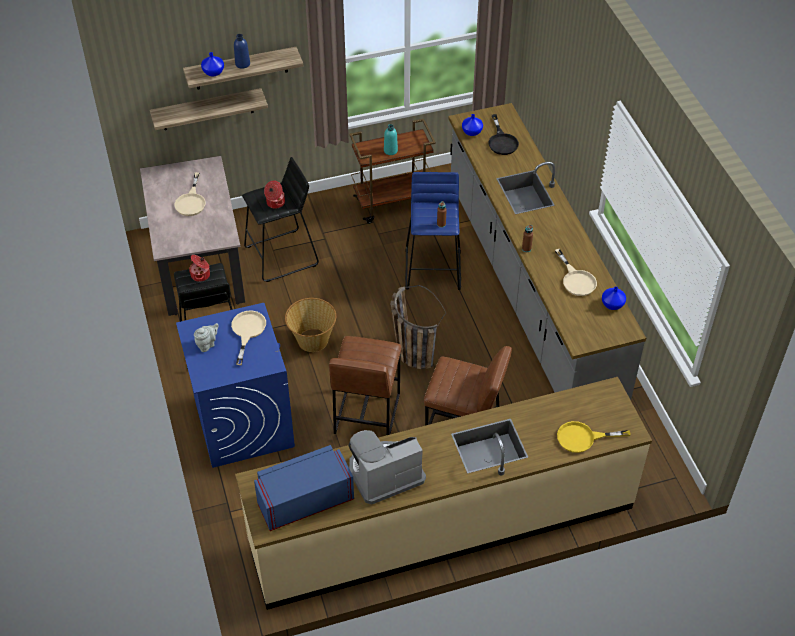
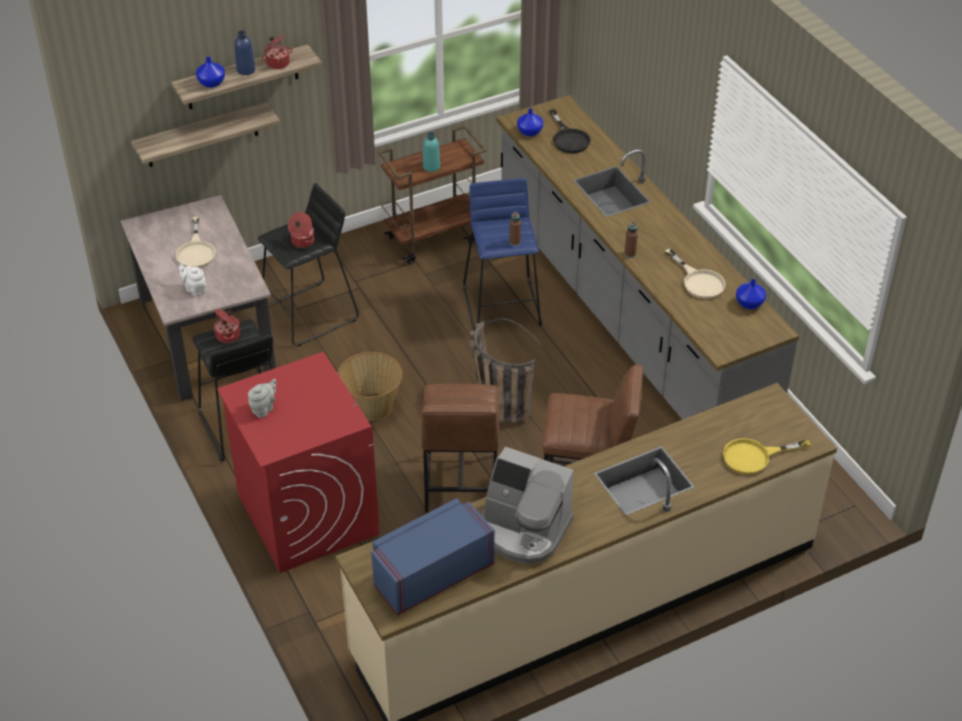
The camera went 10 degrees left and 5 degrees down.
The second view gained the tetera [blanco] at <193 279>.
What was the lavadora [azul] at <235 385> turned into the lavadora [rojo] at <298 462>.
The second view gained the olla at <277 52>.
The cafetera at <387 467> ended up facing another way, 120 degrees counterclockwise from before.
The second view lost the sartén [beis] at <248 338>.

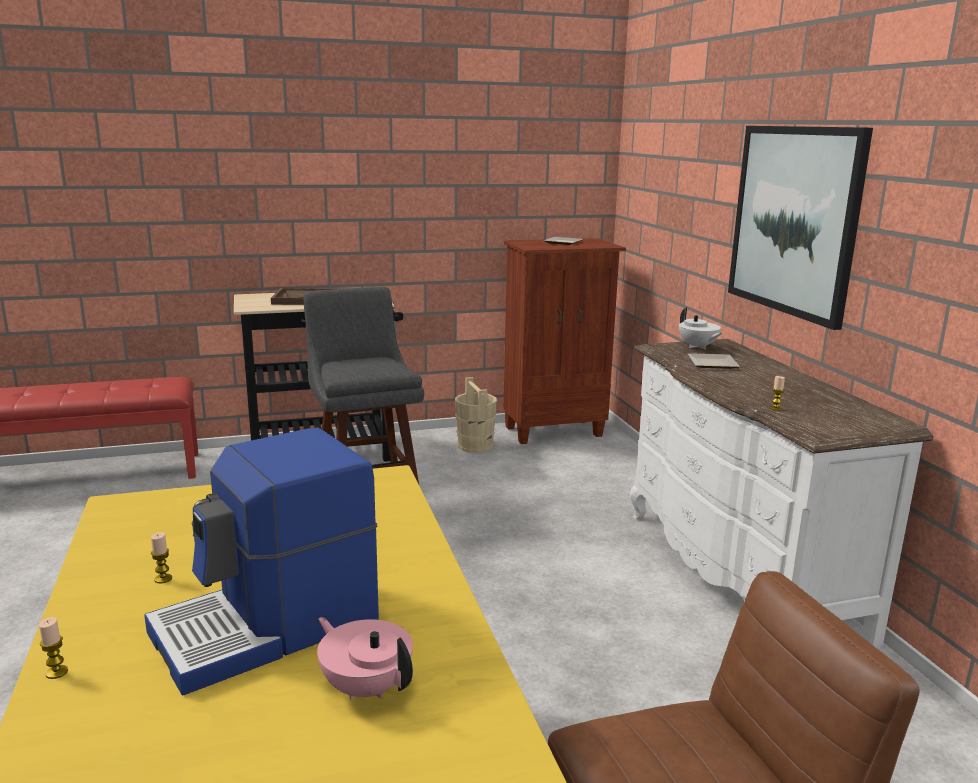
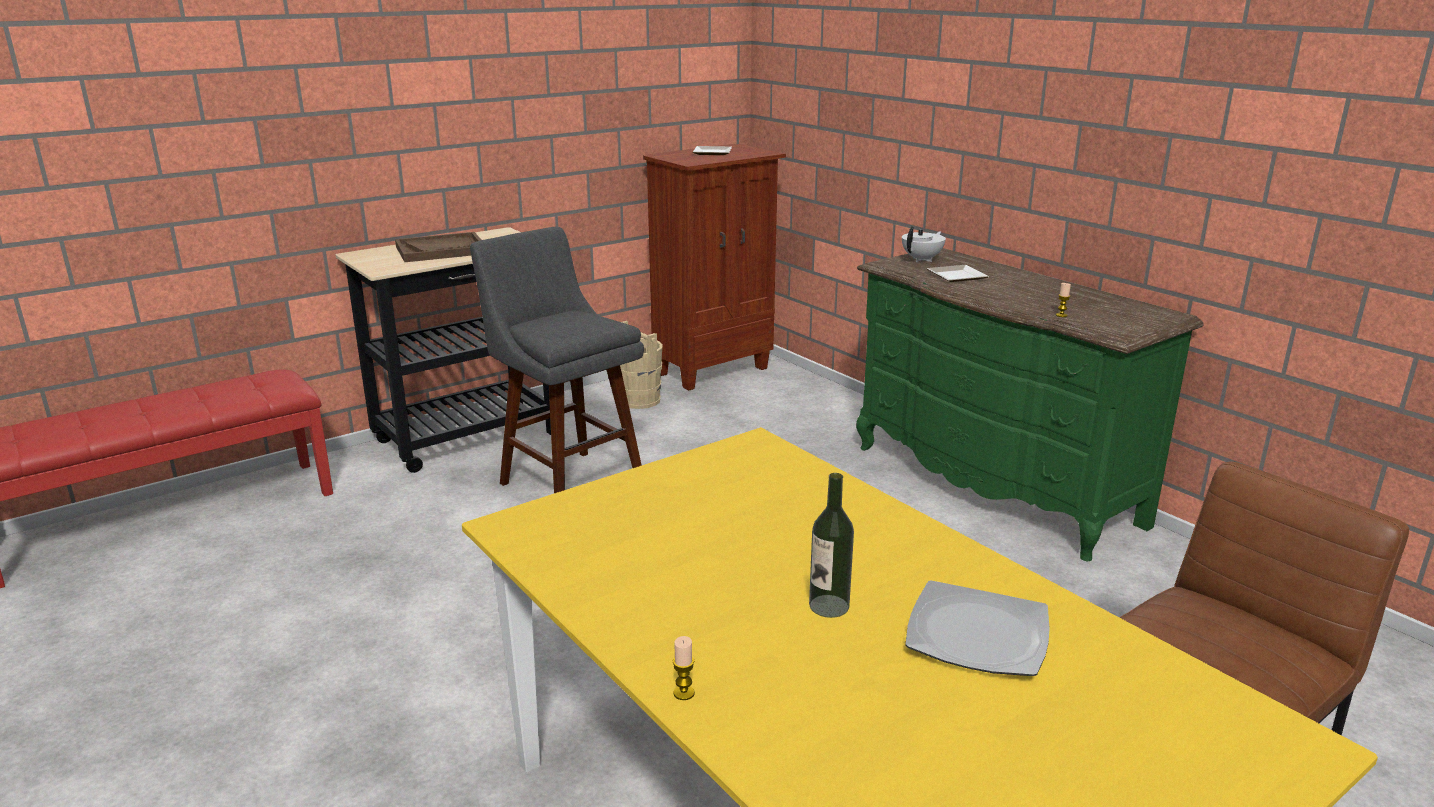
The camera went 20 degrees left and 5 degrees up.
Where the cafetera stood at <261 562>, the botella came to stand at <831 545>.
What was the cómoda [blanco] at <781 494> turned into the cómoda [verde] at <1030 405>.
The tetera [blanco] at <701 328> ended up facing another way, 90 degrees counterclockwise from before.
Where the tetera [rosa] stood at <365 658>, the plato came to stand at <977 628>.
The second view lost the vela at <161 558>.
The second view lost the cuadro at <800 228>.

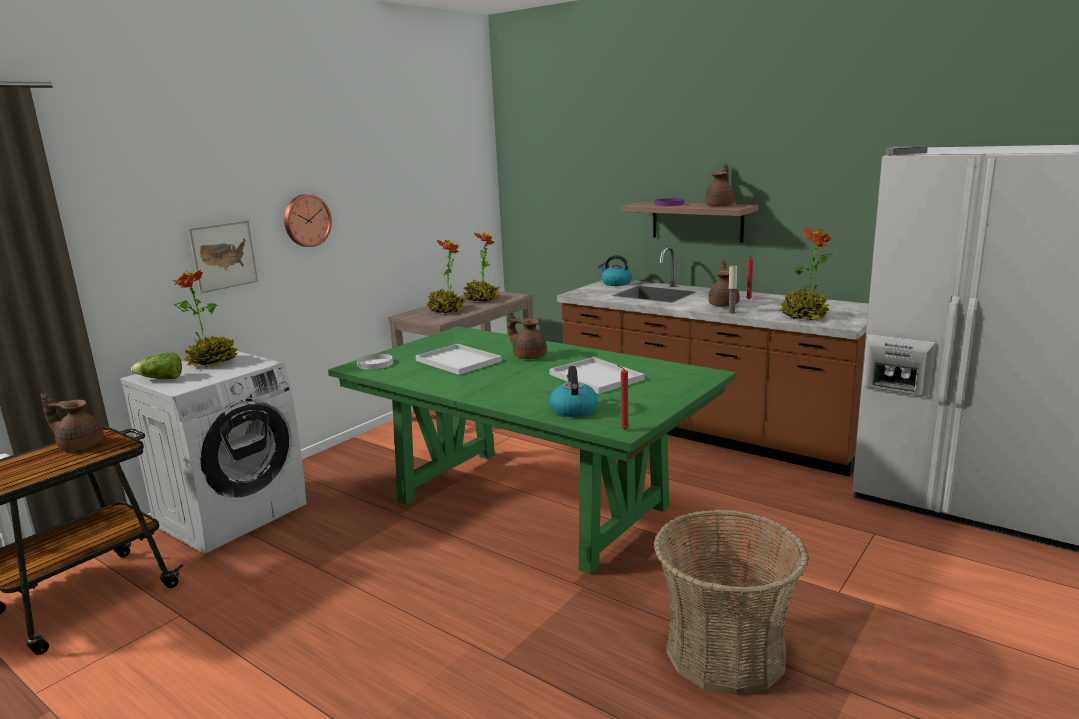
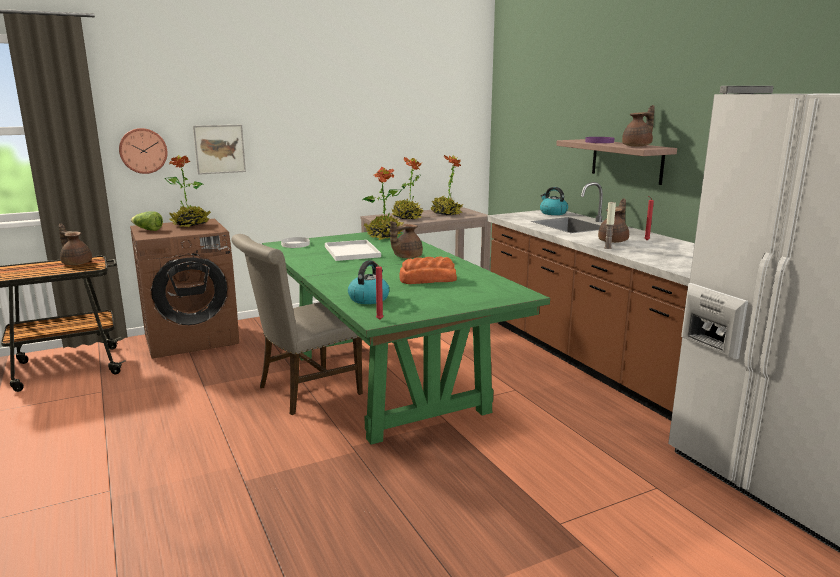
The camera went 25 degrees right and 0 degrees up.
The reloj de pared ended up elsewhere, having gone from <308 220> to <143 151>.
What was the lavadora [blanco] at <213 452> turned into the lavadora [marrón] at <184 289>.
The second view gained the silla [beis] at <297 324>.
The planta en maceta ended up elsewhere, having gone from <806 274> to <383 203>.
The tetera [marrón] at <527 334> ended up facing another way, 105 degrees counterclockwise from before.
Where the bandeja [blanco] stood at <597 375>, the pan came to stand at <428 270>.
The second view lost the cesta at <731 602>.

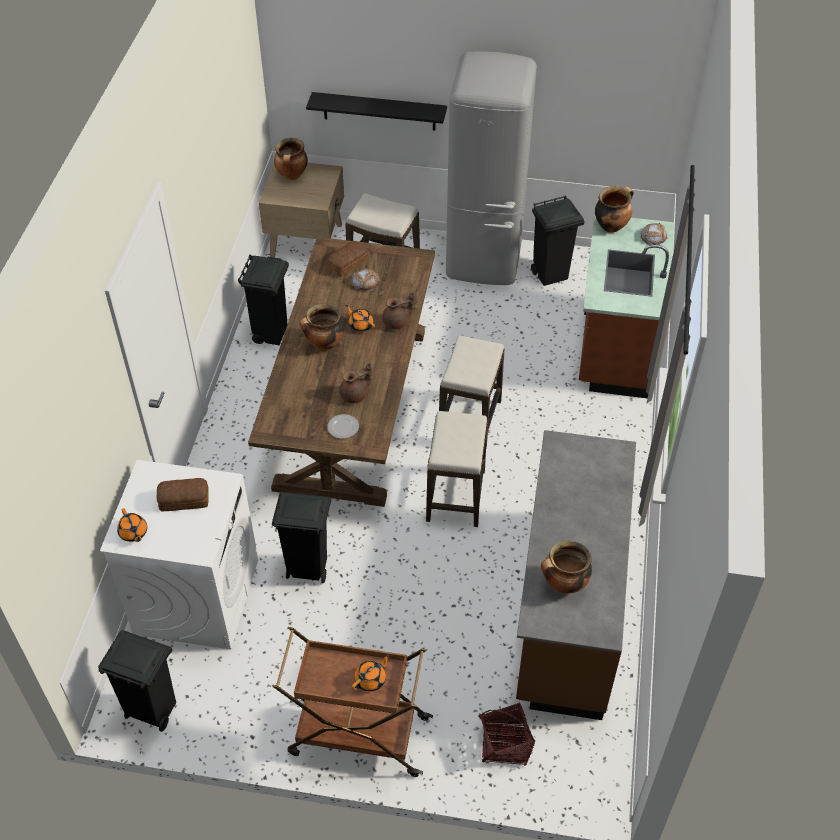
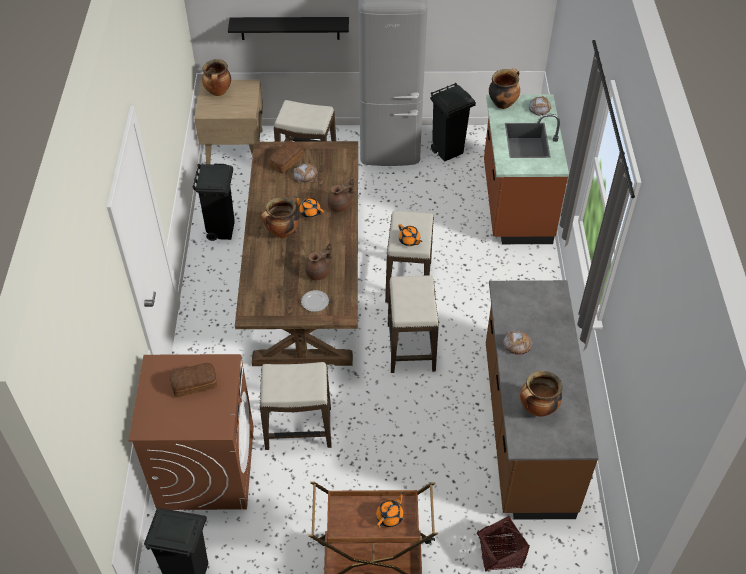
The camera went 10 degrees left and 0 degrees up.
What was the lavadora [blanco] at <179 555> turned into the lavadora [marrón] at <191 432>.
Where the papelera [negro] stood at <301 537>, the taburete came to stand at <296 406>.
The tetera [naranja] ended up elsewhere, having gone from <132 525> to <410 235>.
The second view gained the pan at <517 343>.

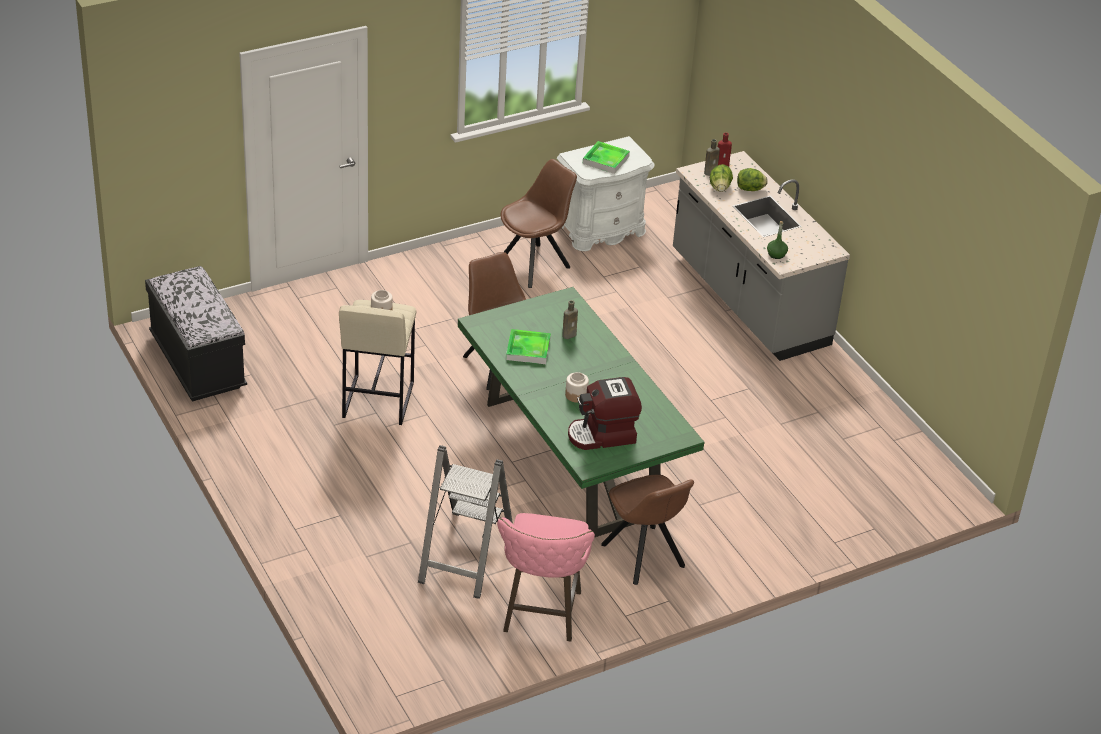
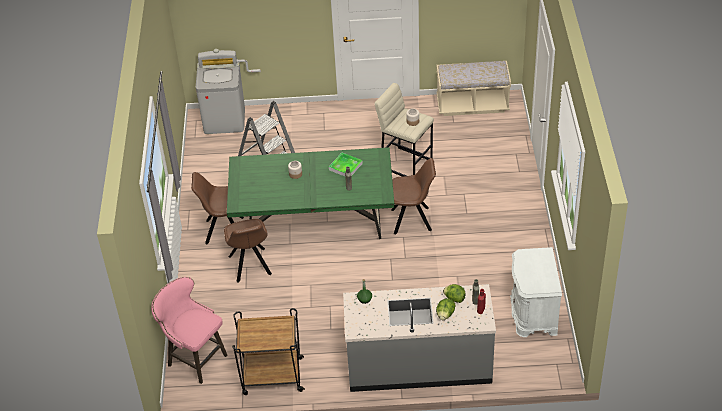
The camera went 120 degrees right and 5 degrees up.
The taburete [rosa] ended up elsewhere, having gone from <546 577> to <189 330>.
The second view gained the lavadora [gris] at <228 91>.
The silla [marrón] ended up elsewhere, having gone from <539 223> to <248 251>.
The second view gained the carrito [marrón] at <268 351>.
What was the banco [negro] at <196 333> turned into the banco [beis] at <474 88>.
The second view lost the cafetera at <605 413>.
The second view lost the bandeja at <606 157>.

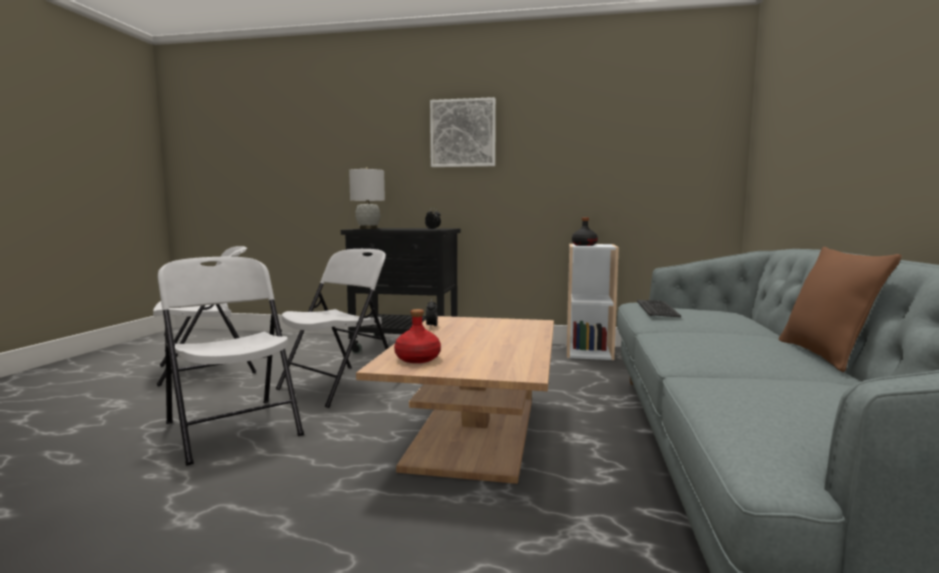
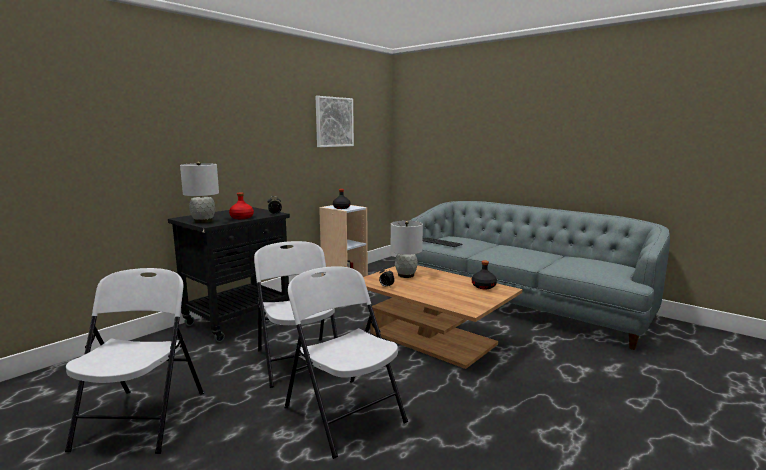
The camera went 60 degrees left and 5 degrees up.
The botella [rojo] ended up elsewhere, having gone from <417 336> to <241 205>.
The silla [blanco] at <231 361> ended up facing another way, 60 degrees clockwise from before.
The cuadro ended up elsewhere, having gone from <463 132> to <335 121>.
The second view gained the lámpara de mesa [blanco] at <407 249>.
The second view gained the botella [negro] at <484 274>.
The second view lost the cojín [marrón] at <840 309>.

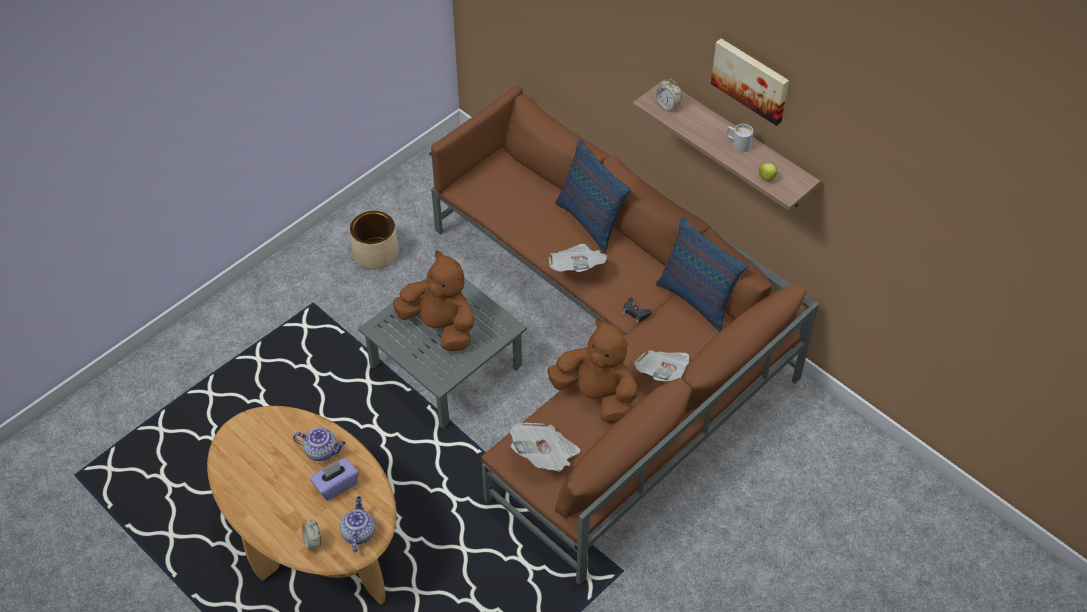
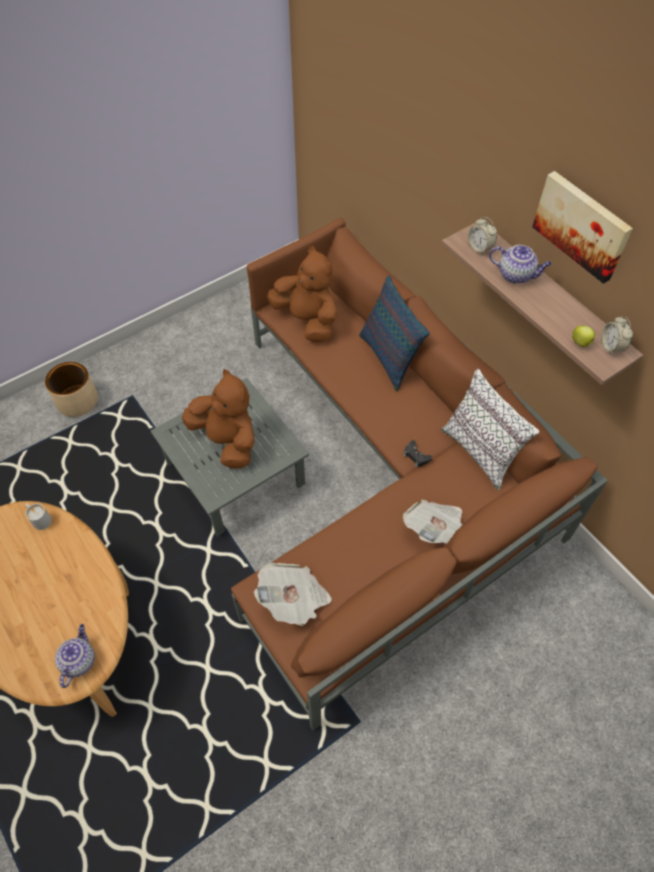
The camera went 10 degrees right and 5 degrees up.
The taza grande [blanco] ended up elsewhere, having gone from <739 138> to <38 516>.
The maceta [beis] ended up elsewhere, having gone from <374 240> to <71 389>.
The peluche [marrón] ended up elsewhere, having gone from <592 370> to <302 294>.
What was the cojín [azul] at <702 274> turned into the cojín [blanco] at <490 429>.
The tetera ended up elsewhere, having gone from <319 444> to <520 264>.
The despertador ended up elsewhere, having gone from <311 536> to <617 335>.
The second view lost the caja de pañuelos [morado] at <334 479>.
The second view lost the periódico at <578 258>.

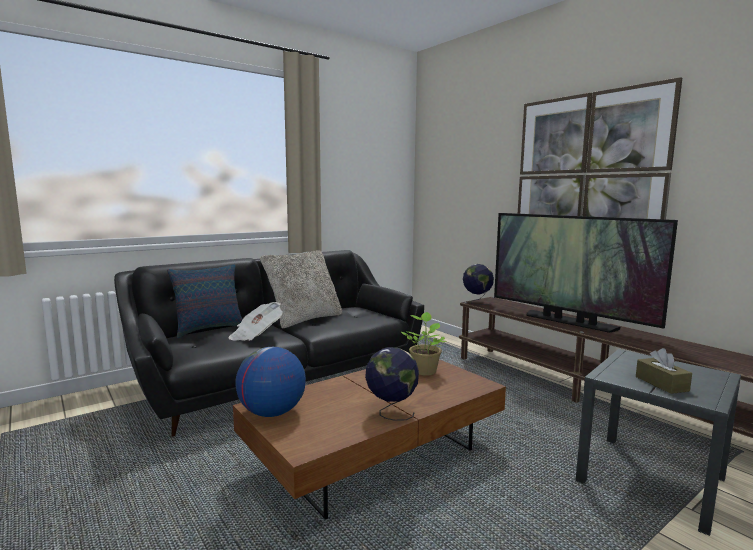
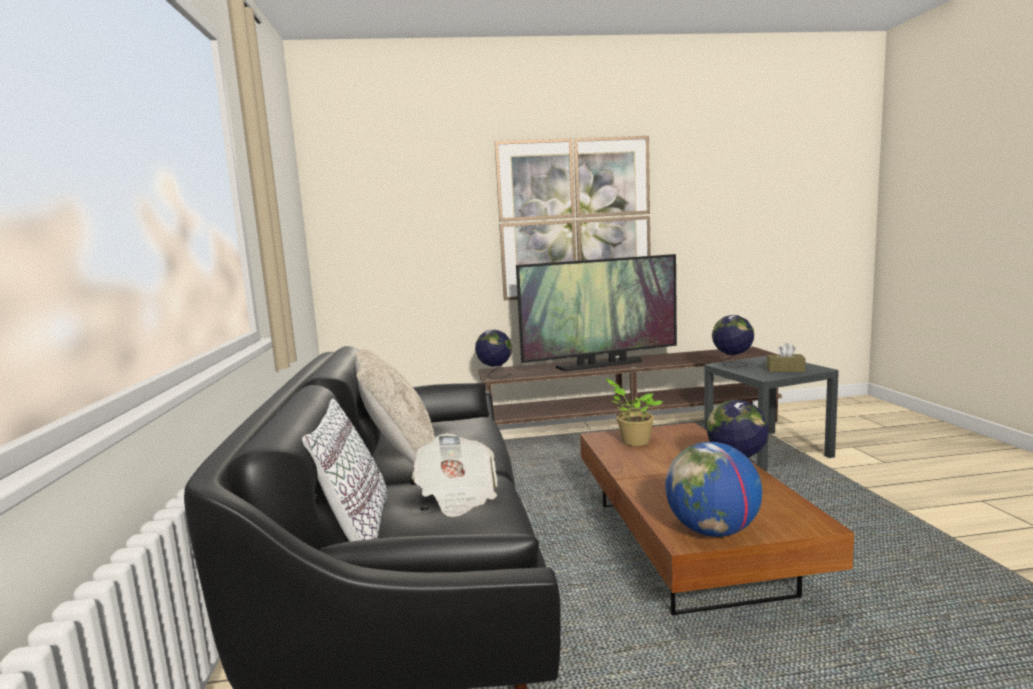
The camera went 60 degrees left and 0 degrees up.
What was the cojín [azul] at <205 301> turned into the cojín [blanco] at <344 470>.
The second view gained the globo terráqueo at <733 341>.

